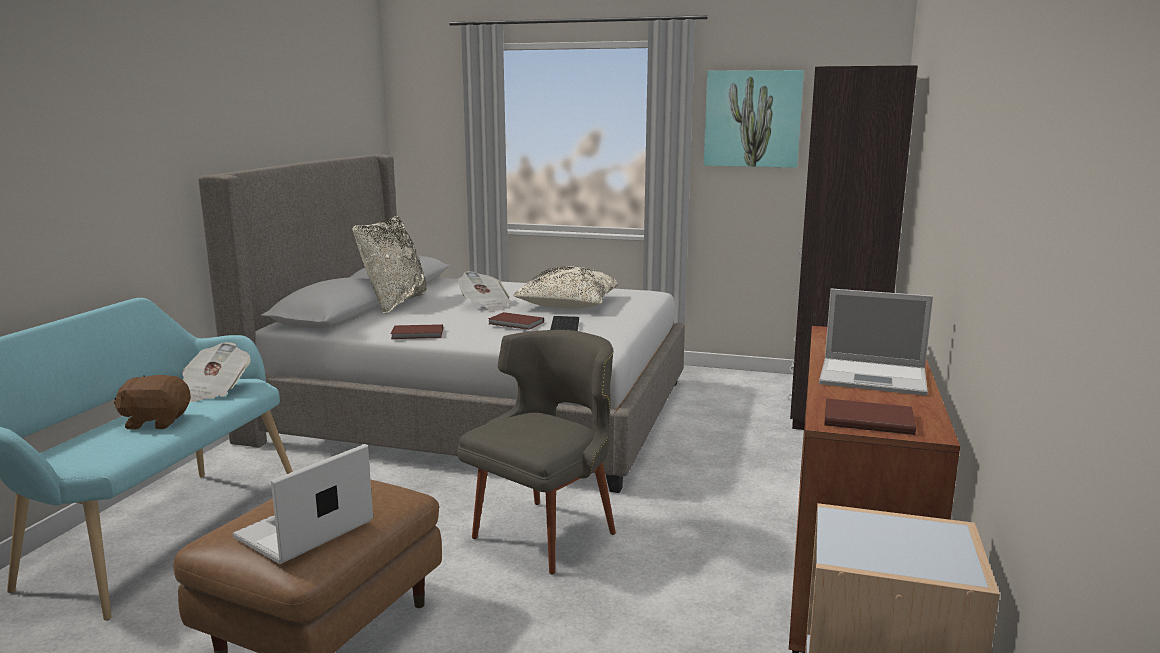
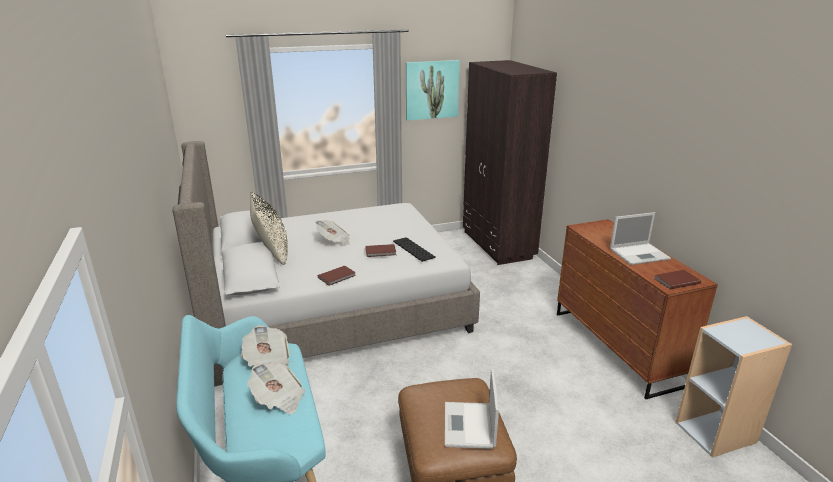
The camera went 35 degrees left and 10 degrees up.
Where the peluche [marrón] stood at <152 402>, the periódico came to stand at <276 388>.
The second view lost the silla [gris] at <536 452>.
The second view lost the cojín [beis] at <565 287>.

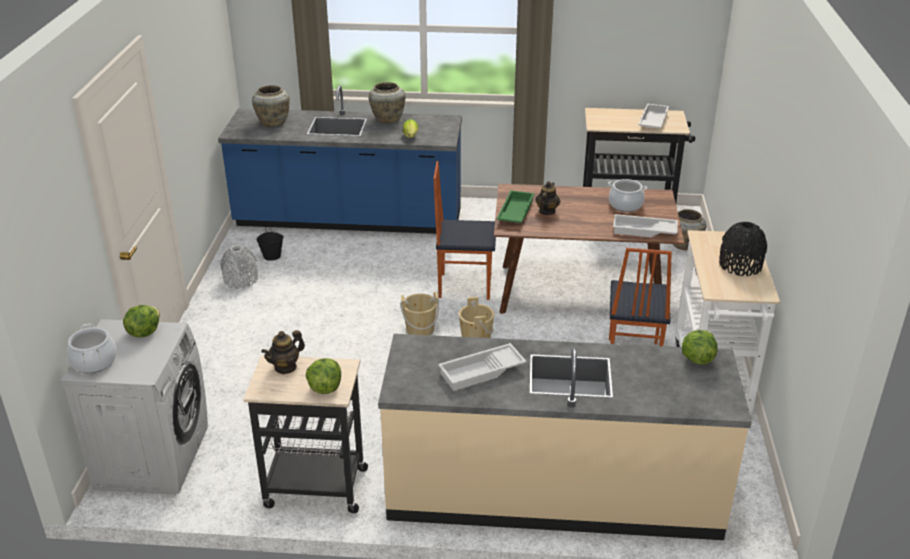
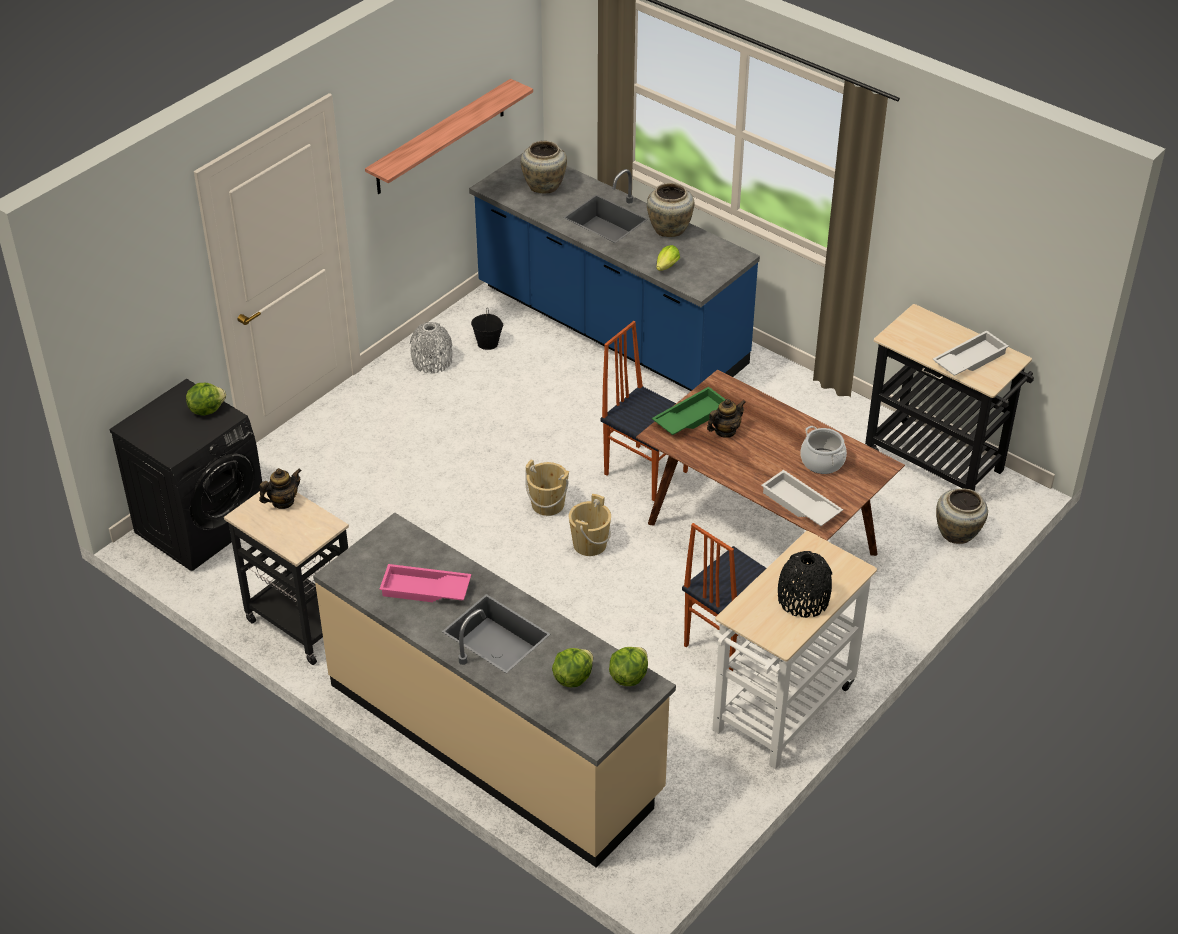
The camera went 35 degrees right and 10 degrees up.
What was the lavadora [blanco] at <134 407> turned into the lavadora [negro] at <186 475>.
The tetera at <283 352> ended up facing another way, 150 degrees clockwise from before.
The second view gained the estante at <449 136>.
What was the bandeja [blanco] at <482 367> turned into the bandeja [rosa] at <425 583>.
The lechuga ended up elsewhere, having gone from <323 376> to <572 667>.
The second view lost the olla at <92 348>.

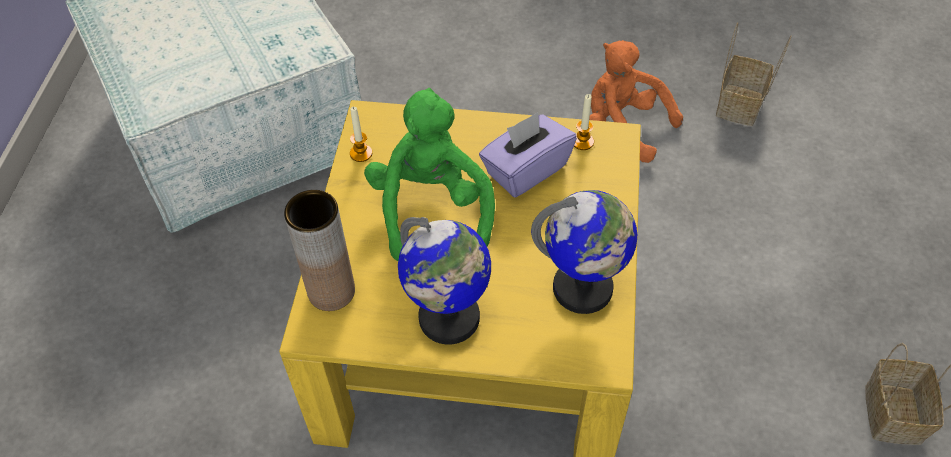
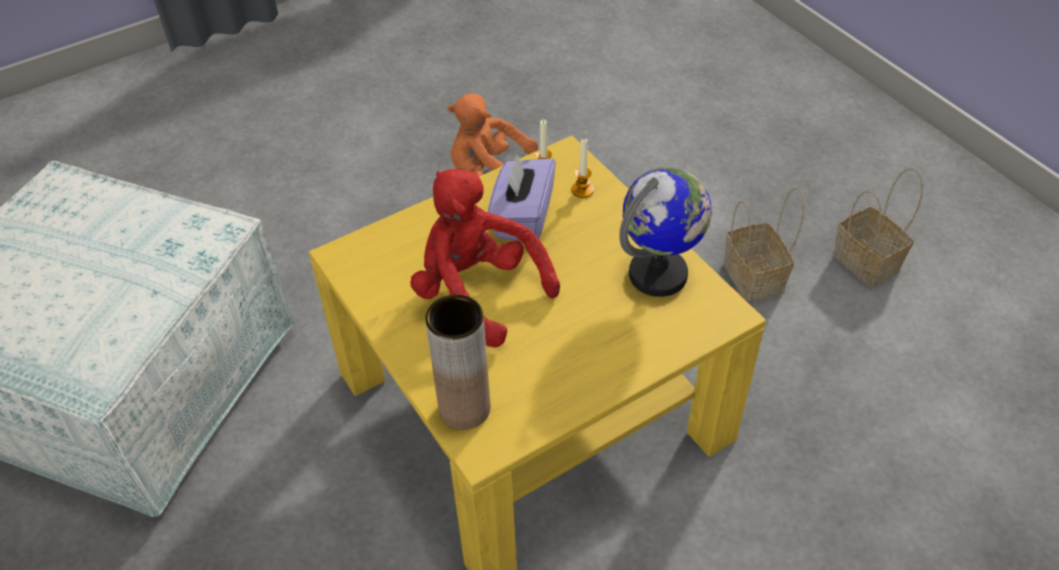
The camera went 40 degrees left and 5 degrees down.
What was the peluche [verde] at <429 174> turned into the peluche [rojo] at <485 258>.
The vela ended up elsewhere, having gone from <361 134> to <582 168>.
The cesta ended up elsewhere, having gone from <754 74> to <764 244>.
The second view lost the globo terráqueo at <444 280>.

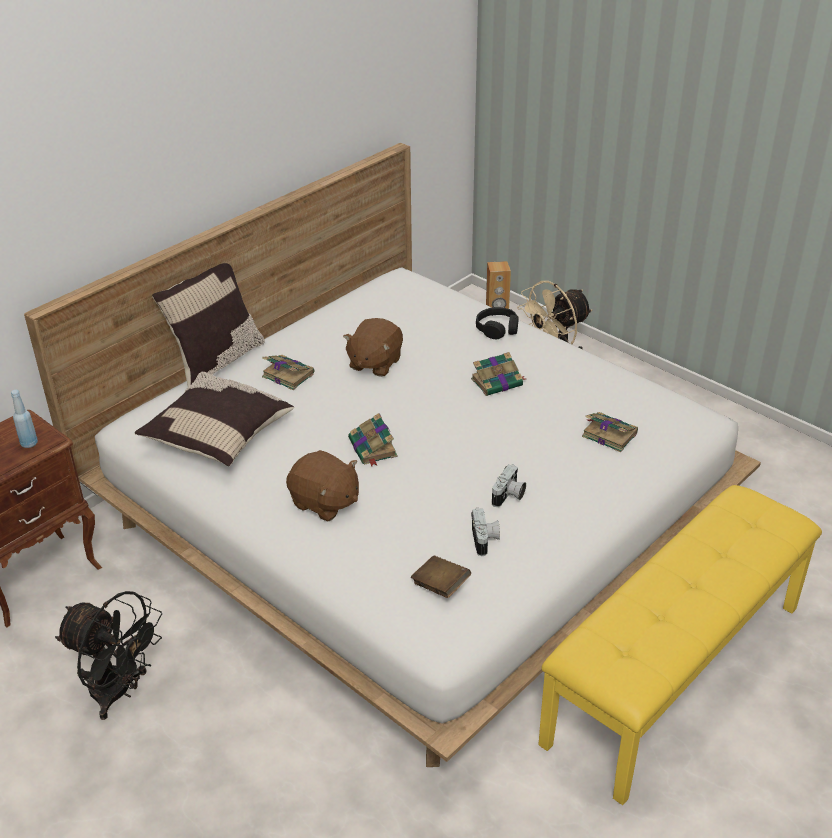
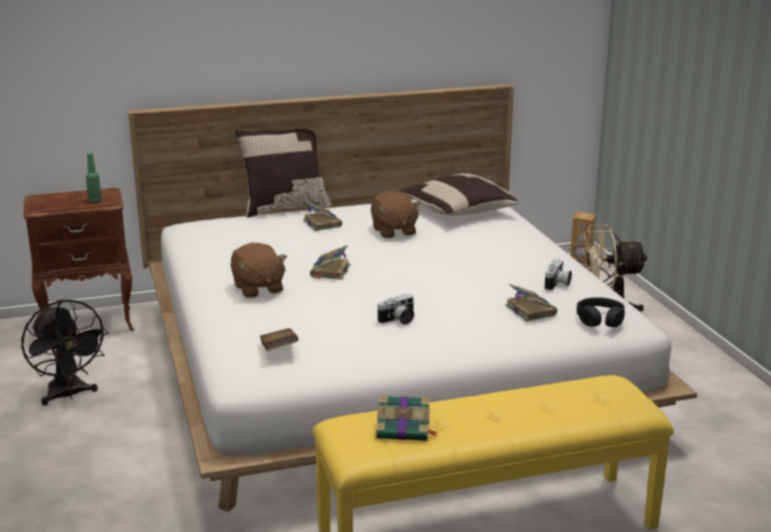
The camera went 30 degrees right and 15 degrees down.
What was the botella [azul] at <24 419> turned into the botella [verde] at <94 178>.
The peluche [marrón] at <373 347> ended up facing another way, 75 degrees counterclockwise from before.
The libro ended up elsewhere, having gone from <498 374> to <407 418>.
The cojín ended up elsewhere, having gone from <214 419> to <459 194>.
The cámara ended up elsewhere, having gone from <485 532> to <558 275>.
The auriculares [negro] ended up elsewhere, having gone from <497 323> to <601 312>.

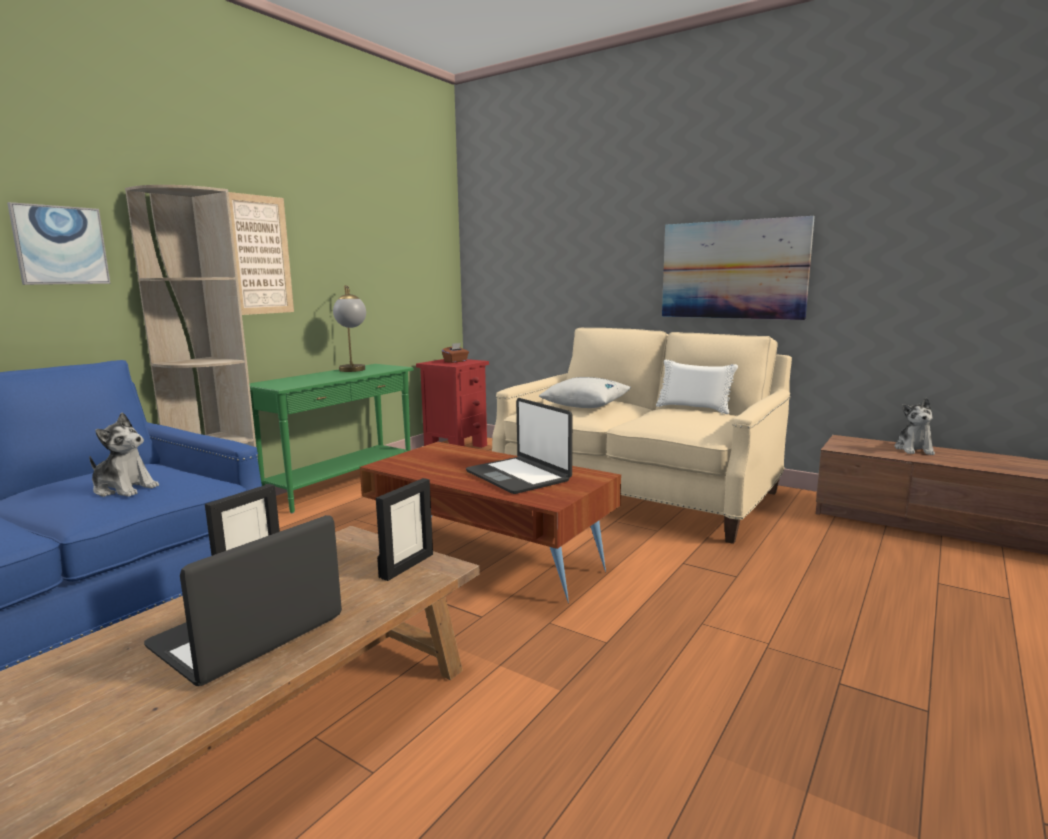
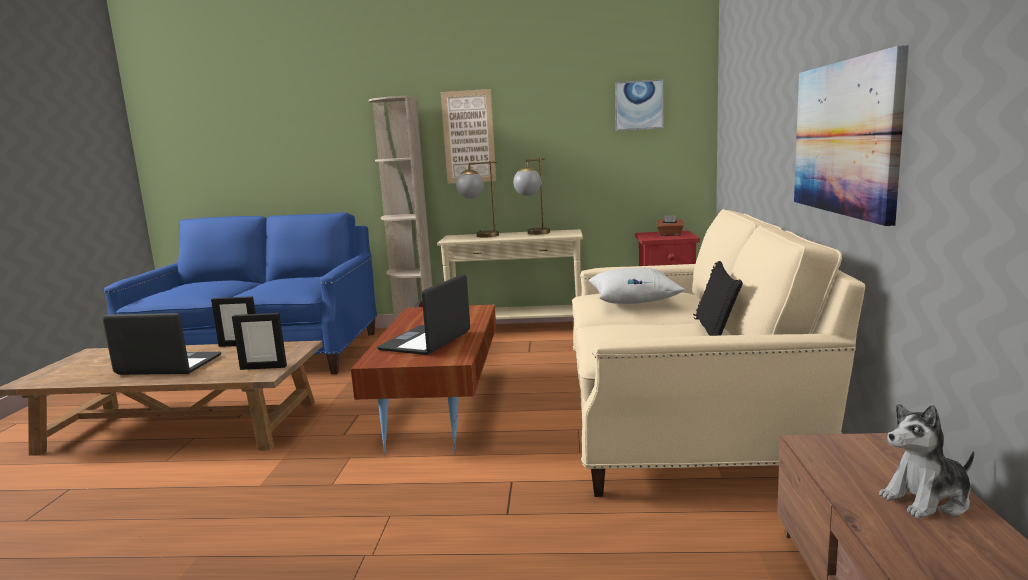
The camera went 60 degrees right and 0 degrees up.
What was the mesa consola [verde] at <331 439> turned into the mesa consola [beis] at <510 274>.
The second view gained the lámpara de mesa at <477 199>.
The cuadro ended up elsewhere, having gone from <59 243> to <639 105>.
What was the cojín [blanco] at <697 387> turned into the cojín [negro] at <718 298>.
The second view lost the peluche at <124 454>.

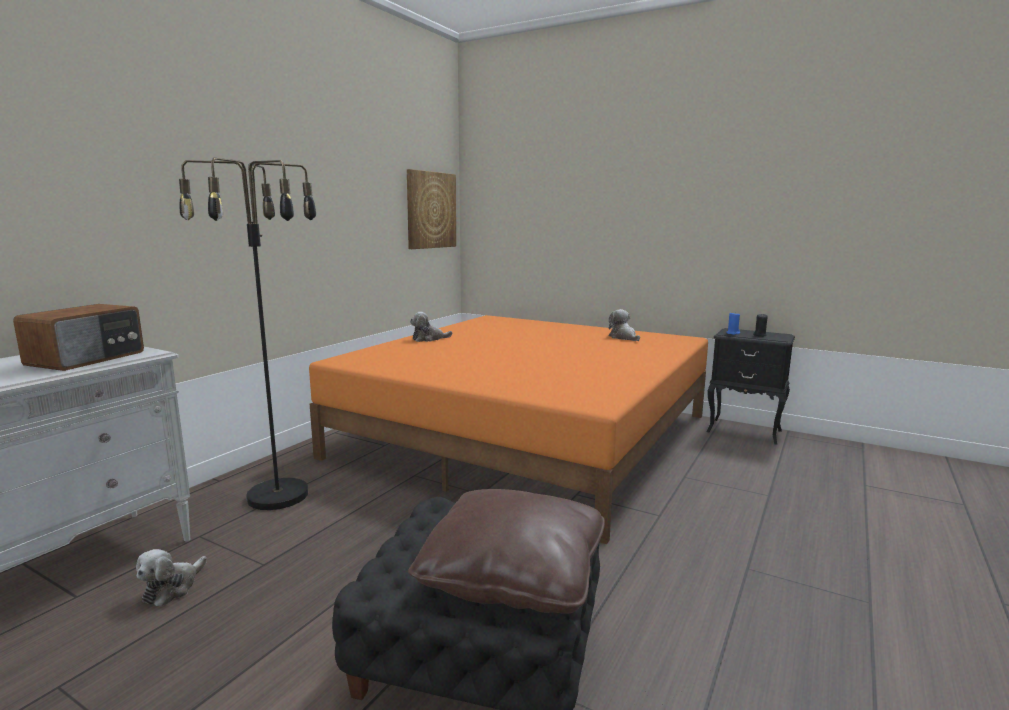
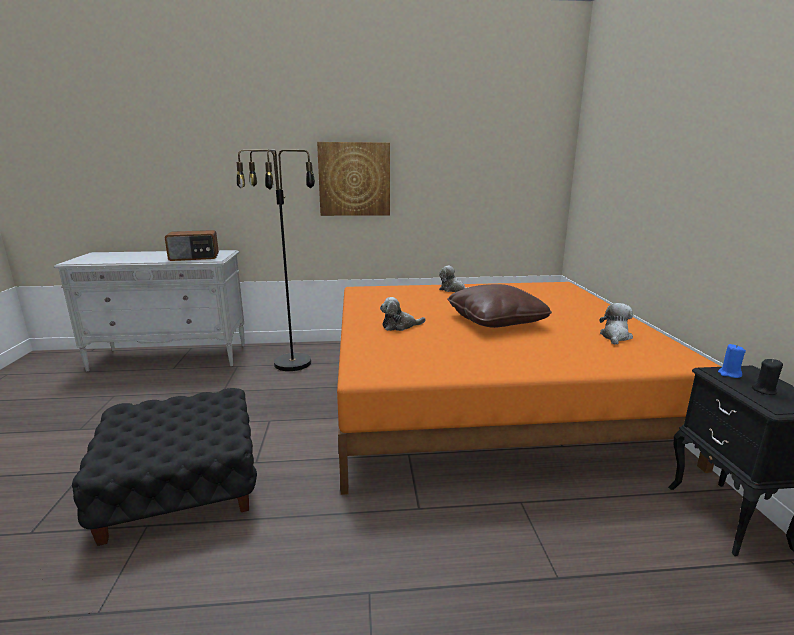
The camera went 55 degrees right and 5 degrees up.
The cuadro ended up elsewhere, having gone from <431 209> to <353 179>.
The peluche ended up elsewhere, having gone from <171 578> to <403 314>.
The cojín [marrón] ended up elsewhere, having gone from <506 551> to <499 306>.

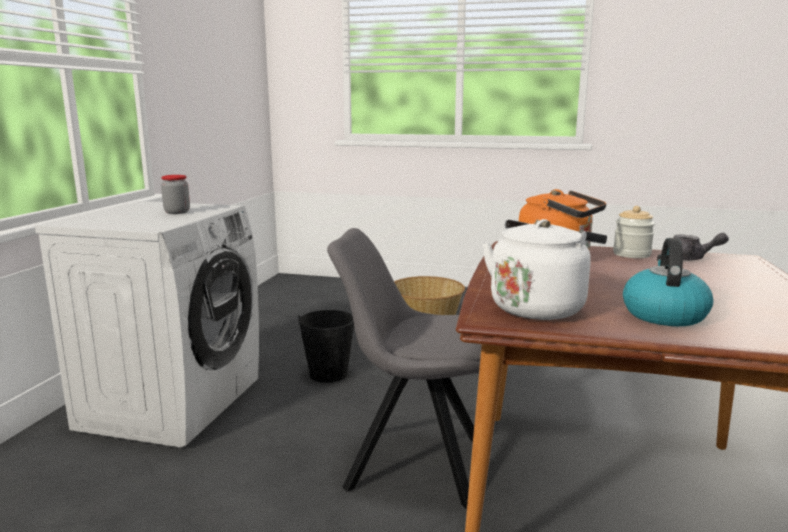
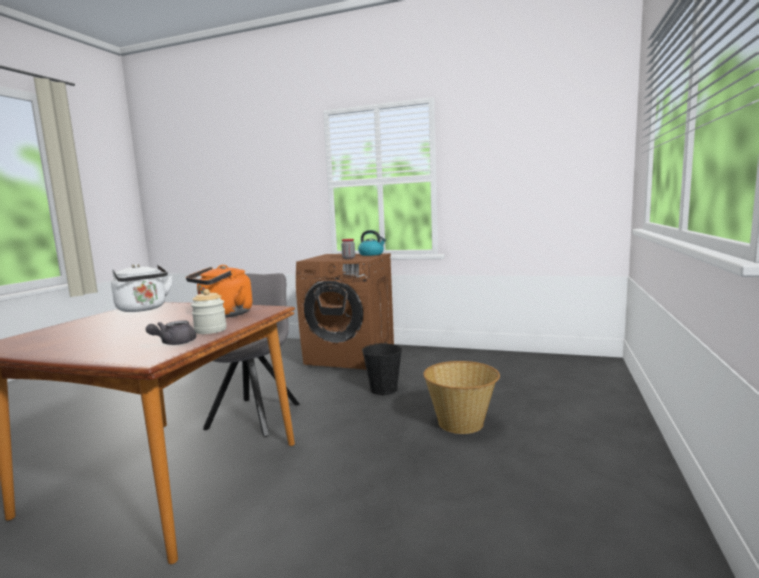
The camera went 95 degrees right and 5 degrees down.
What was the lavadora [blanco] at <147 324> turned into the lavadora [marrón] at <345 311>.
The hervidor ended up elsewhere, having gone from <668 282> to <372 243>.

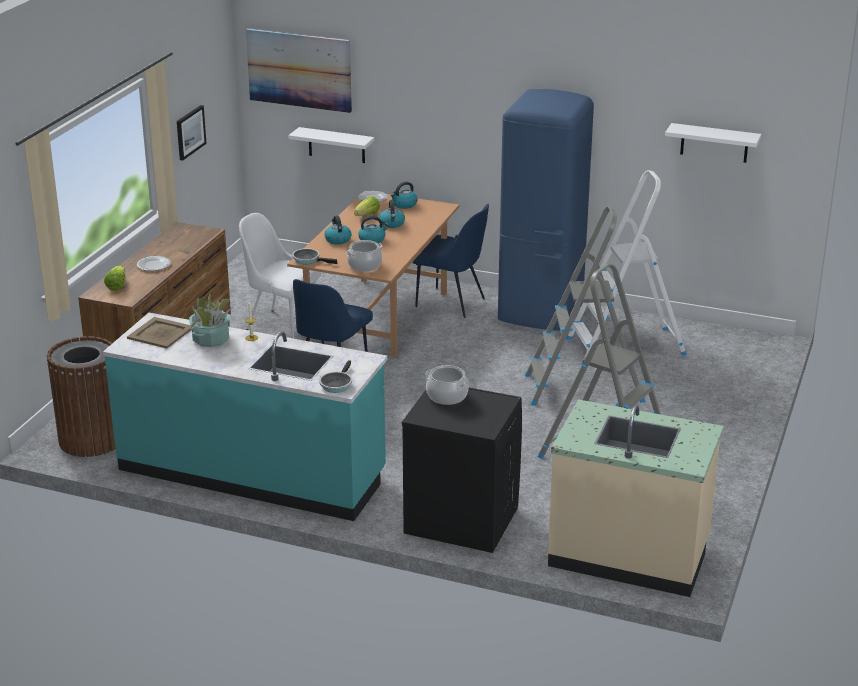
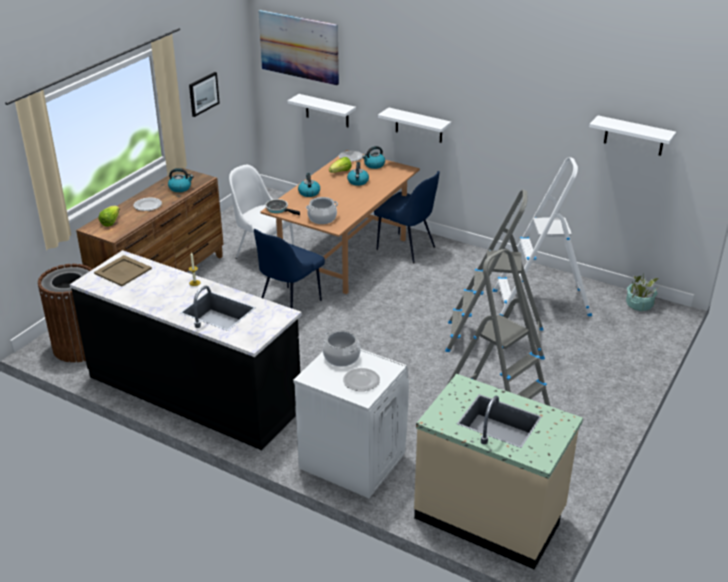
The camera went 10 degrees right and 5 degrees up.
What was the mueble bajo de cocina [turquesa] at <245 417> turned into the mueble bajo de cocina [negro] at <186 350>.
The hervidor ended up elsewhere, having gone from <373 229> to <181 180>.
What was the lavadora [negro] at <462 470> turned into the lavadora [blanco] at <351 423>.
The second view gained the plato at <361 379>.
The second view gained the estante [blanco] at <414 125>.
The planta en maceta ended up elsewhere, having gone from <210 320> to <643 291>.
The second view lost the sartén at <335 376>.
The second view lost the nevera [azul] at <546 210>.

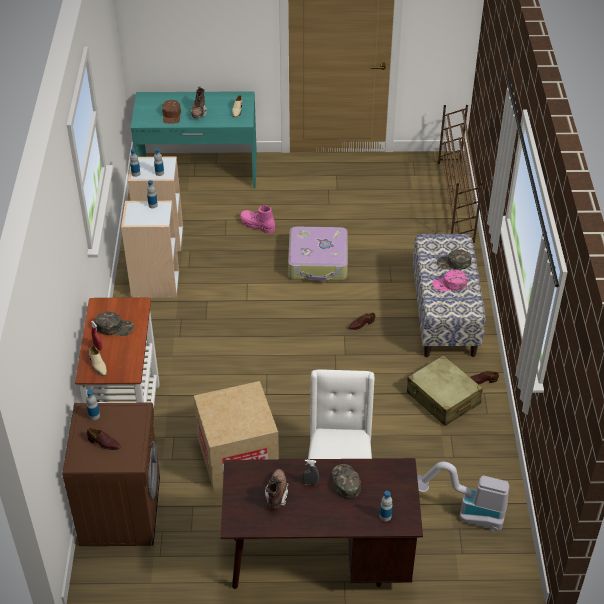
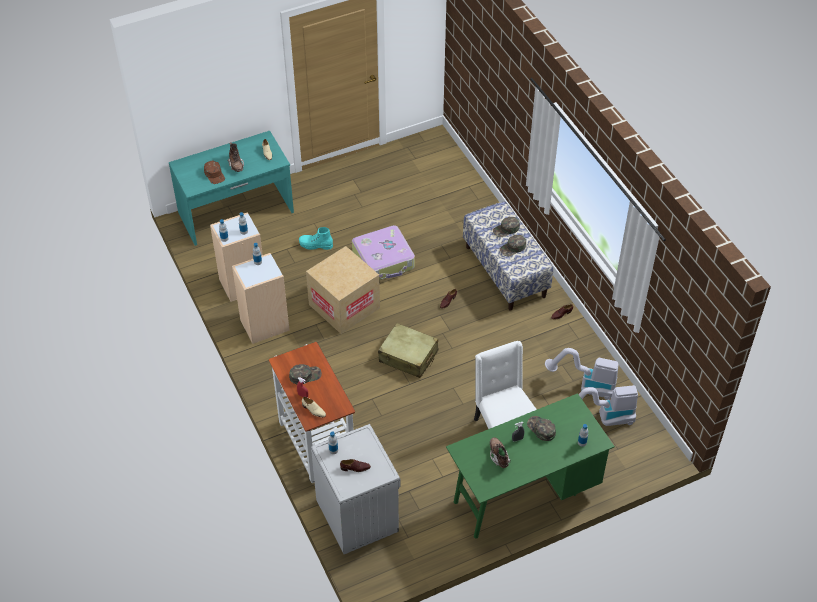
The camera went 25 degrees left and 5 degrees up.
What was the bota [rosa] at <257 219> turned into the bota [turquesa] at <316 238>.
The caja de cartón ended up elsewhere, having gone from <236 435> to <343 290>.
What was the lavadora [marrón] at <111 474> turned into the lavadora [blanco] at <356 489>.
The maleta [beis] ended up elsewhere, having gone from <445 390> to <408 350>.
What was the escritorio [marrón] at <321 523> turned into the escritorio [verde] at <530 466>.
What was the gorra [rosa] at <450 281> turned into the gorra [verde] at <513 245>.
The second view gained the aspiradora at <582 374>.
The second view lost the zapatero [marrón] at <460 174>.

